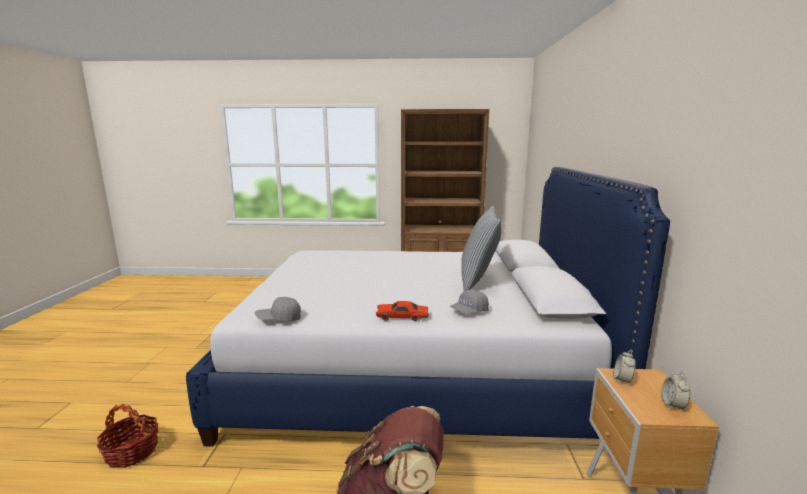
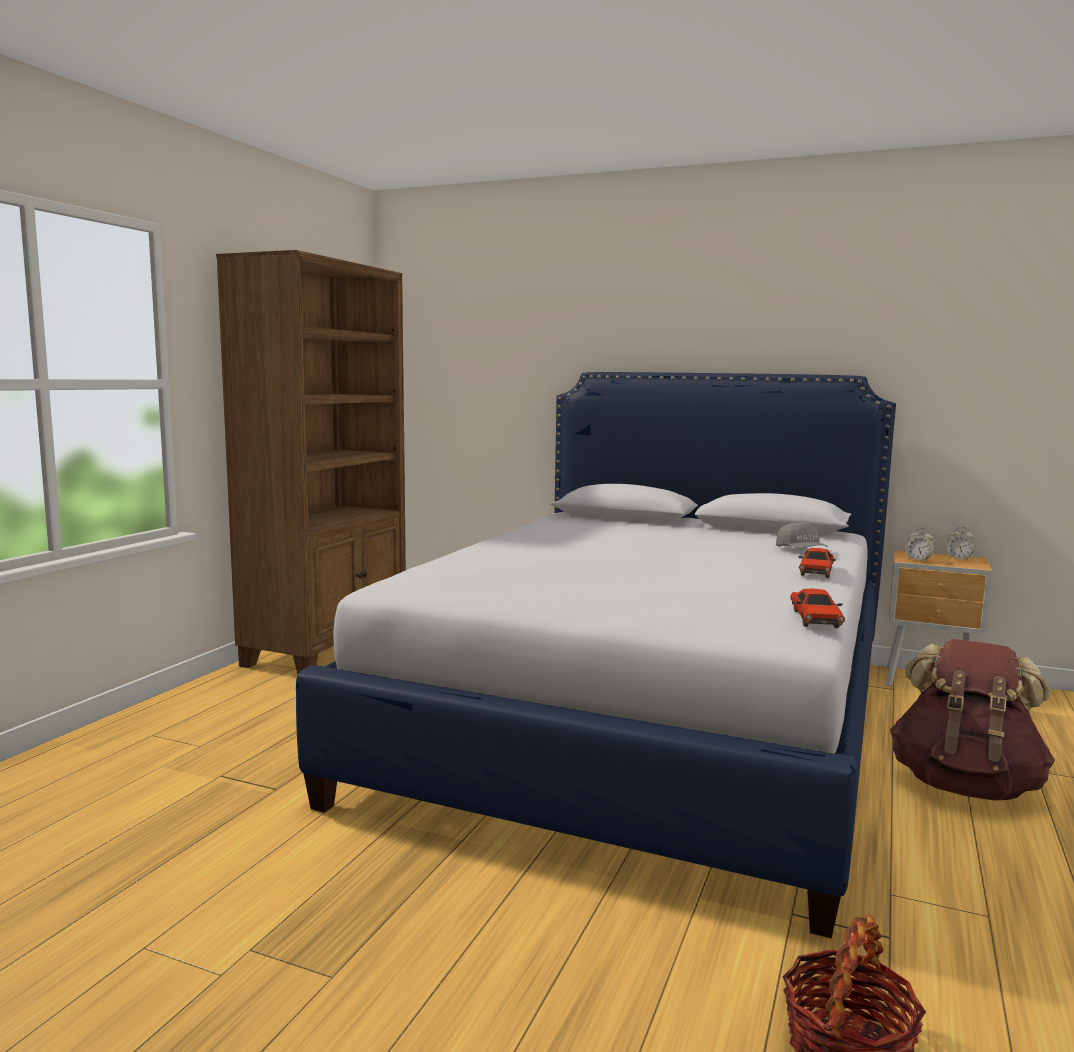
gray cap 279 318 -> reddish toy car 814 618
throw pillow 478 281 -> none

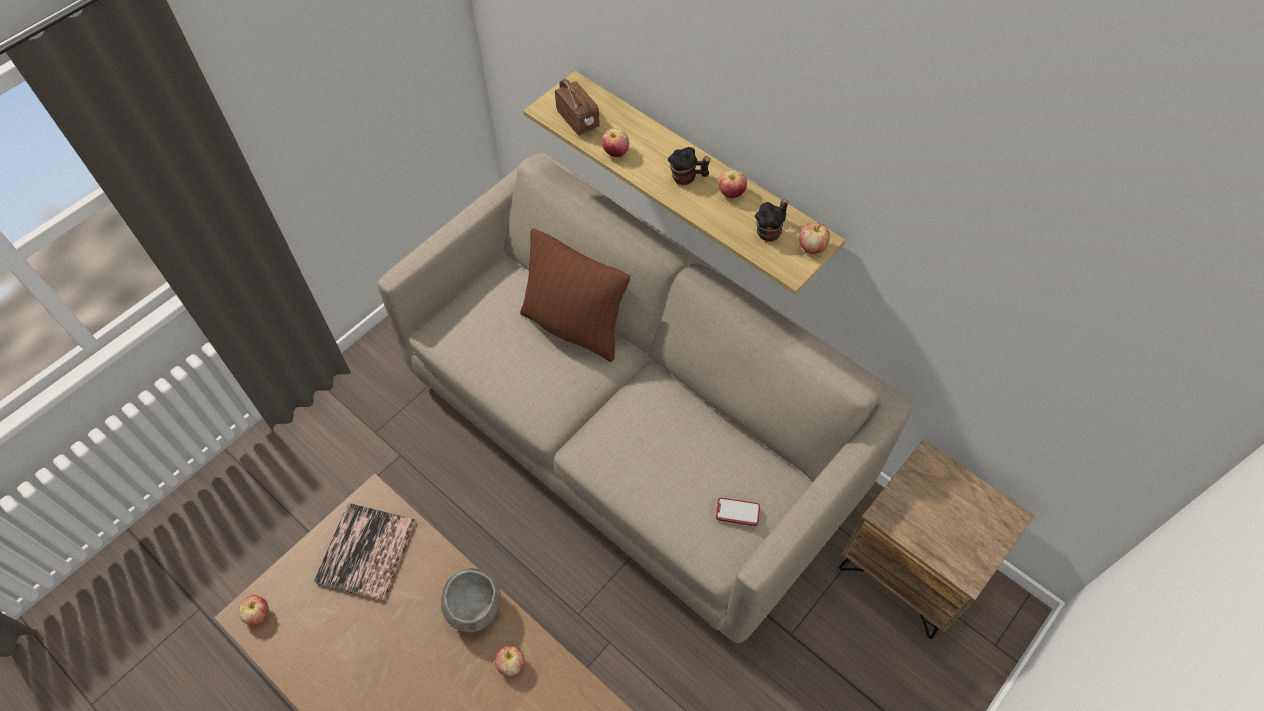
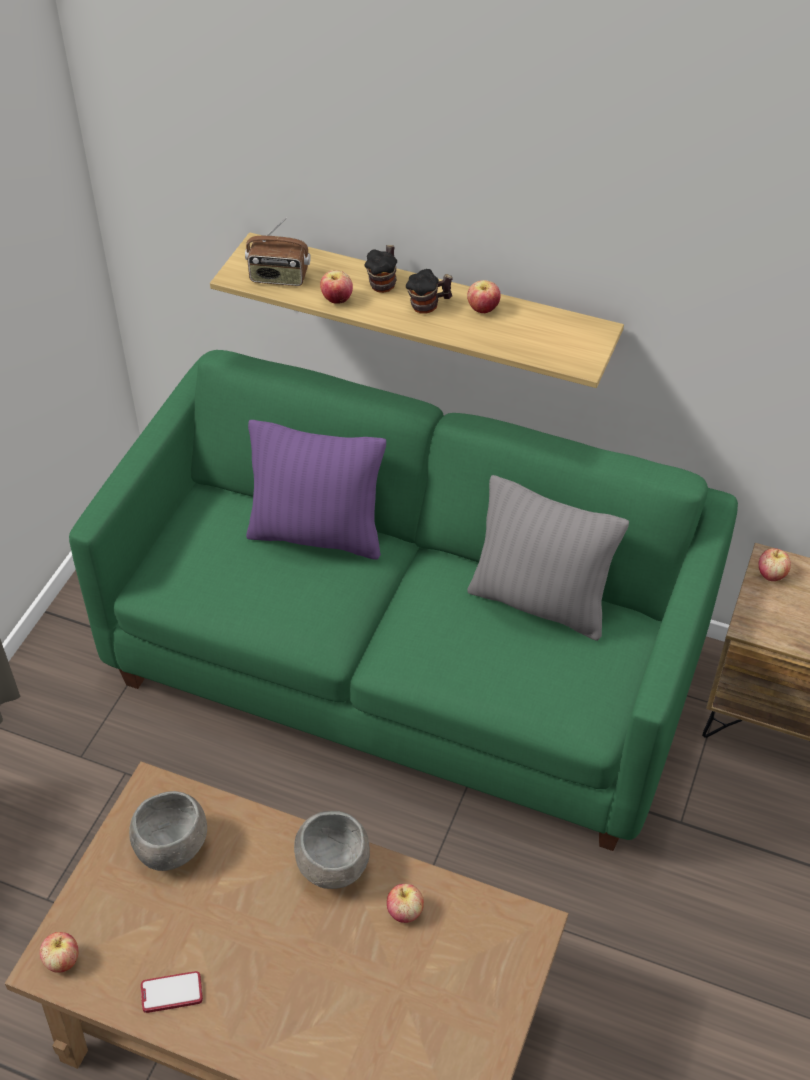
beige-coloured settee 634 434 -> green-coloured settee 407 666
bound book 367 552 -> gray serving bowl 171 848
phone 737 512 -> phone 172 993, moved
radio set 578 120 -> radio set 279 278, 150 degrees clockwise
brown throw pillow 574 326 -> purple-coloured throw pillow 317 535
coffee mug 771 231 -> coffee mug 384 282, moved
none -> gray throw pillow 540 602
apple fruit 811 247 -> apple fruit 771 574, moved

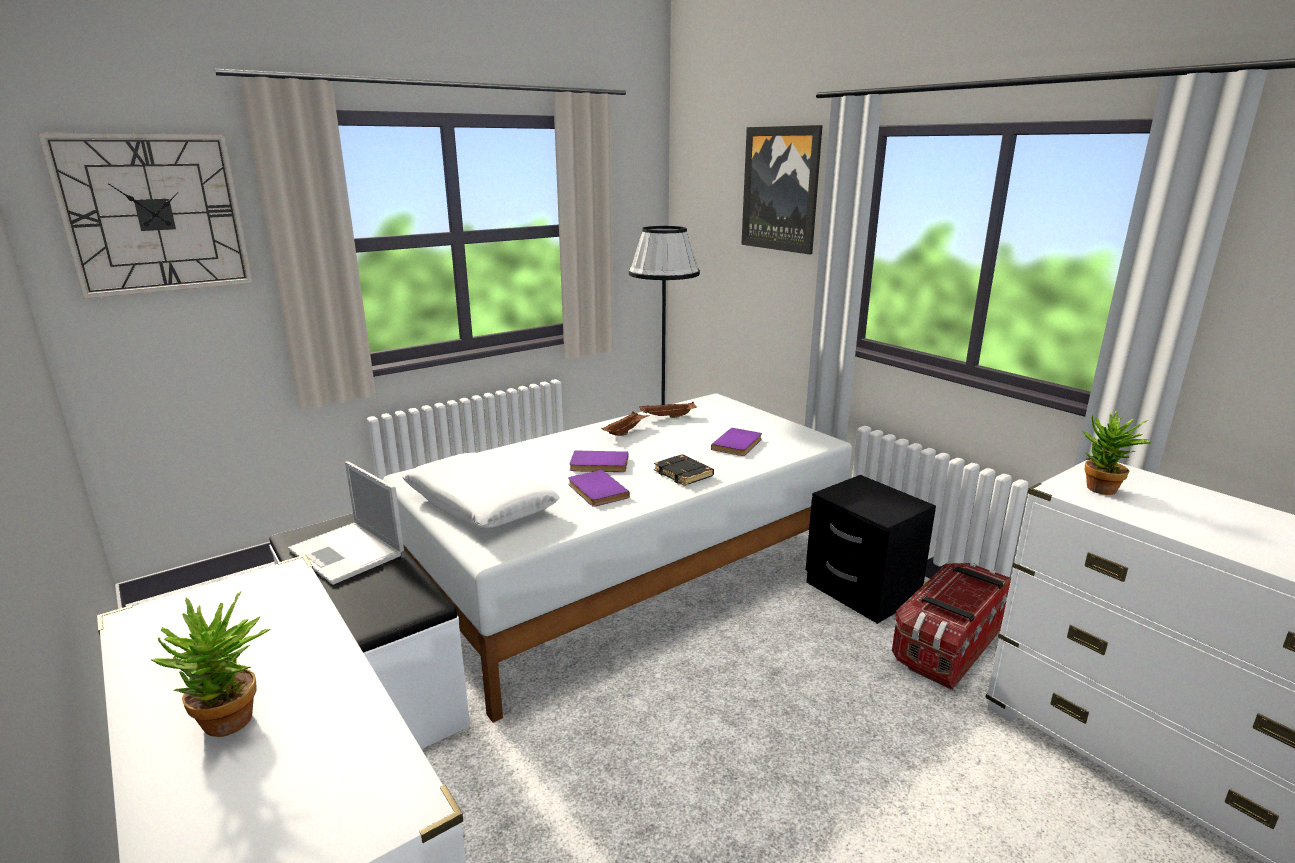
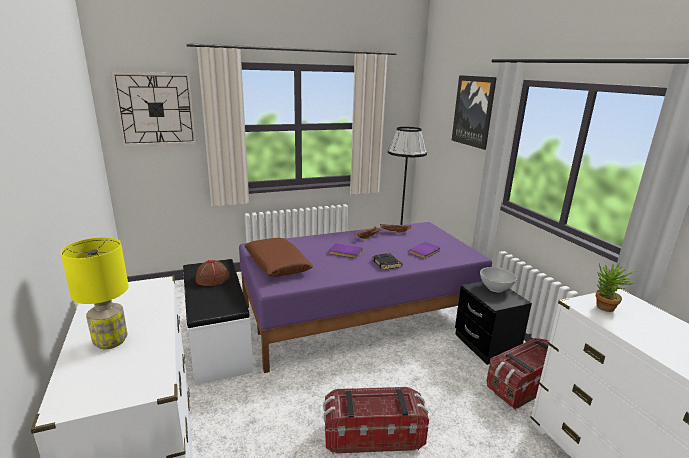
houseplant 232 726 -> yellow-coloured lamp for a table 110 342
laptop 348 553 -> brown hat 212 278
white bed 633 577 -> purple-coloured bed 361 315
white throw pillow 480 504 -> brown throw pillow 277 264
none -> storage bin 372 434
none -> white serving bowl 495 288
purple-coloured bound book 595 491 -> none

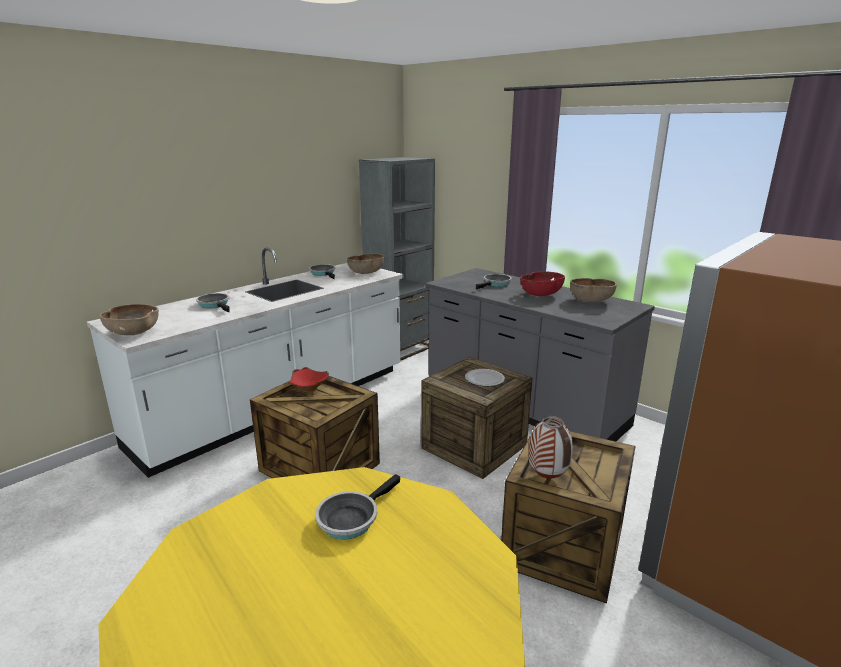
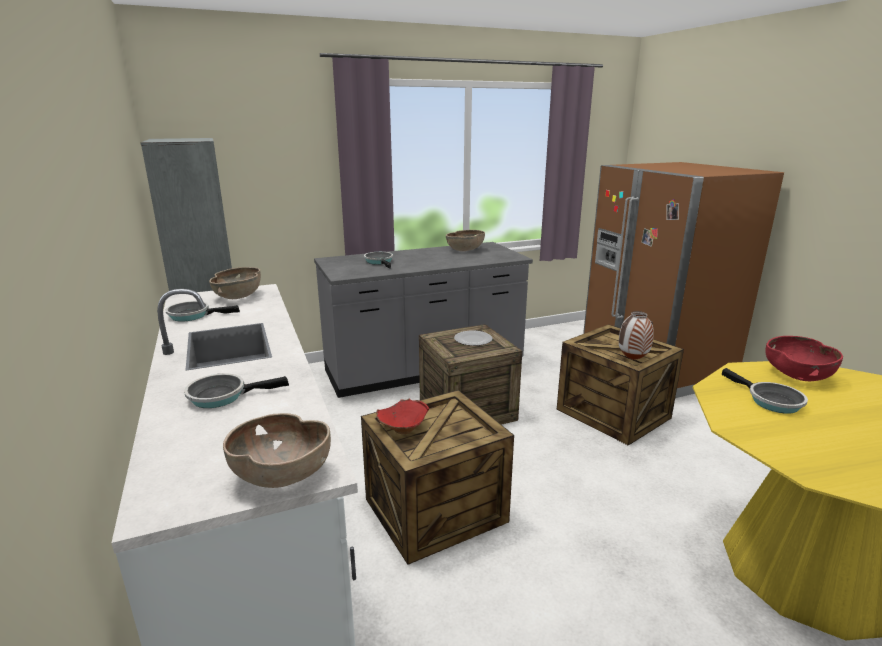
reddish serving bowl 541 295 -> reddish serving bowl 797 375, moved

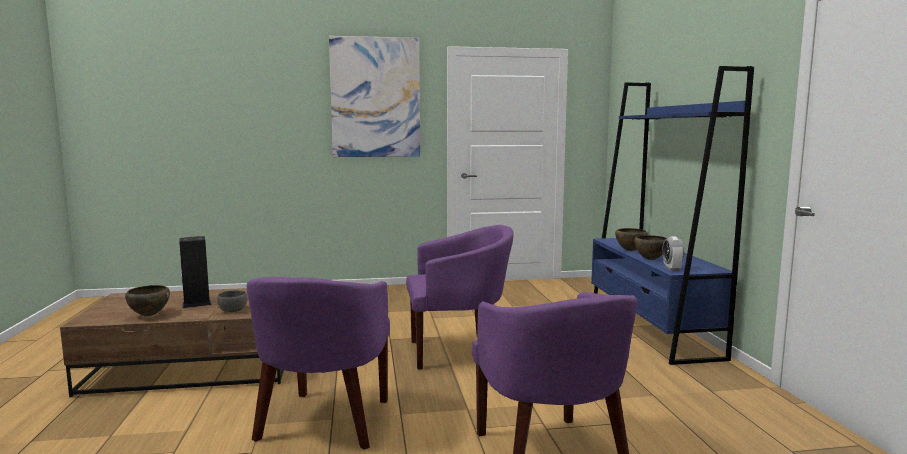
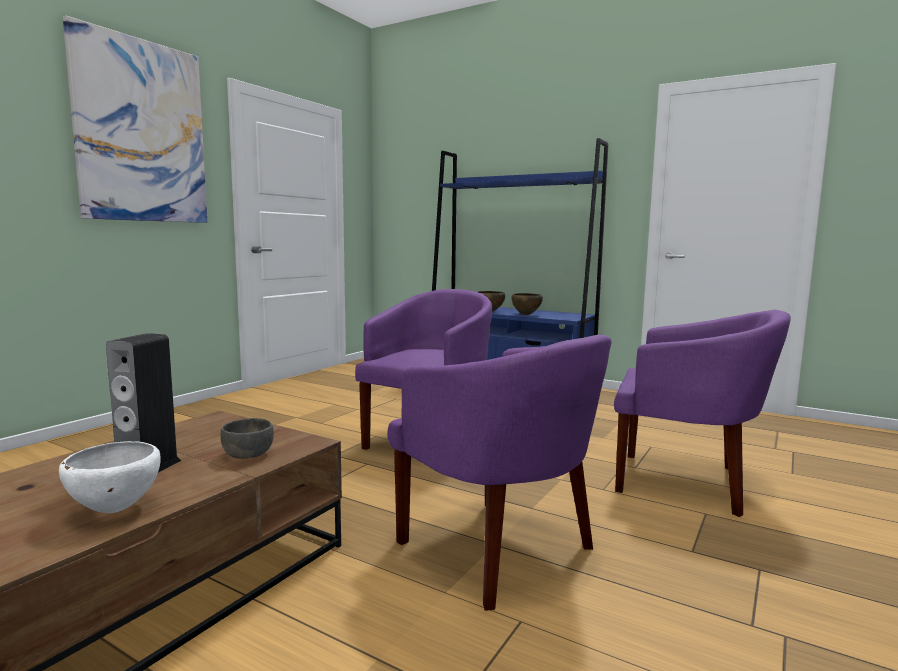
brown serving bowl 149 315 -> white serving bowl 114 510
table clock 672 268 -> none

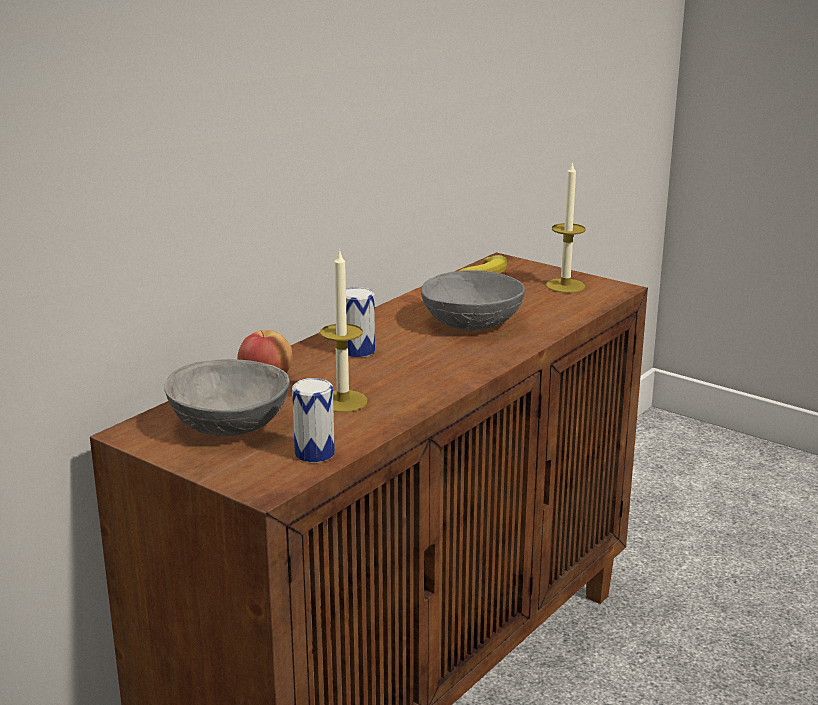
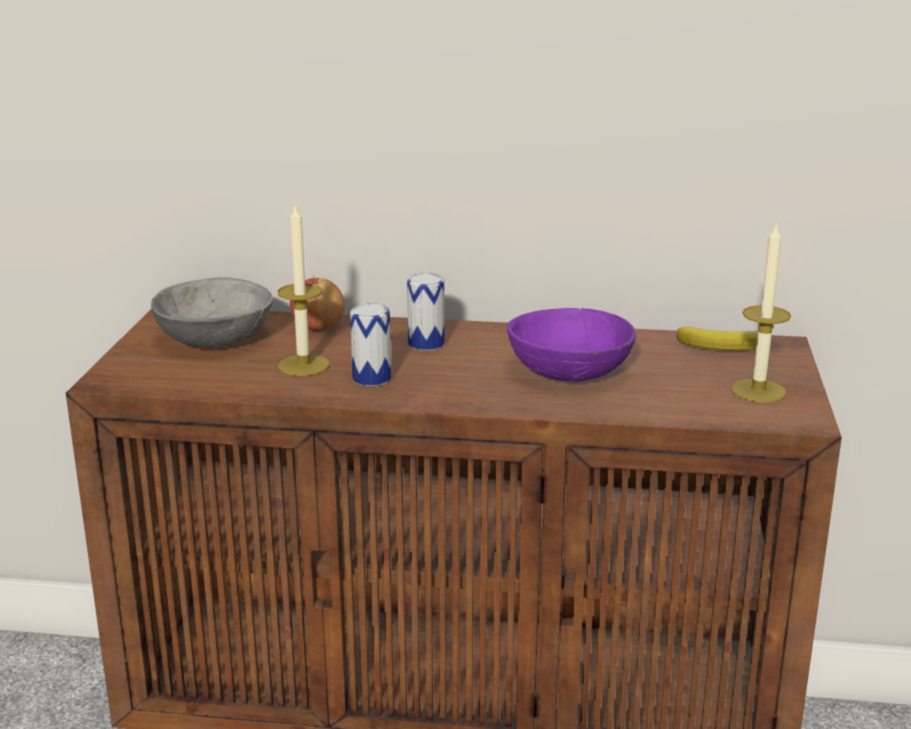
sealed can 314 453 -> sealed can 371 378, moved
gray serving bowl 473 322 -> purple-coloured serving bowl 570 372

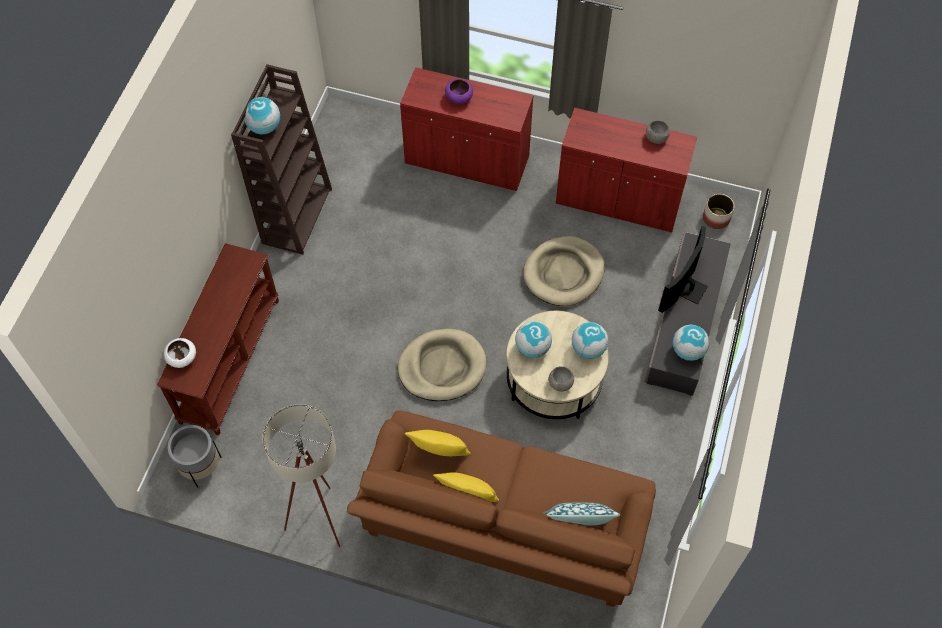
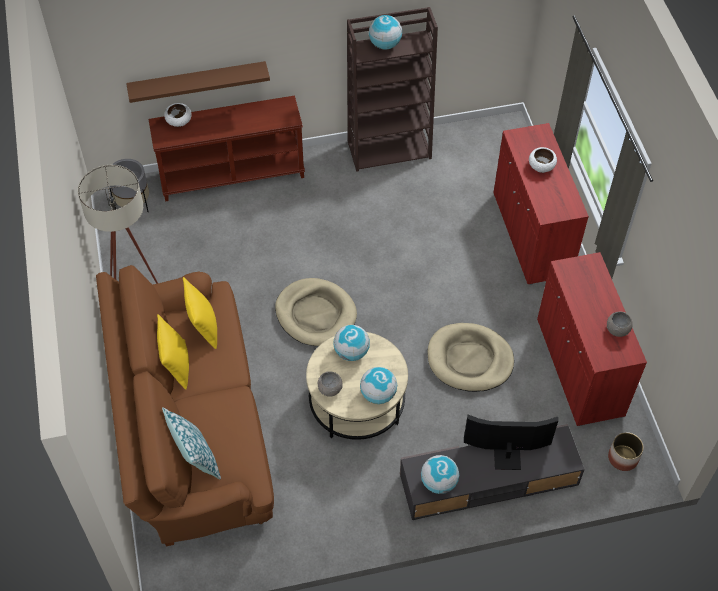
none -> brown bracket shelf 197 81
purple-coloured serving bowl 459 97 -> white serving bowl 541 166

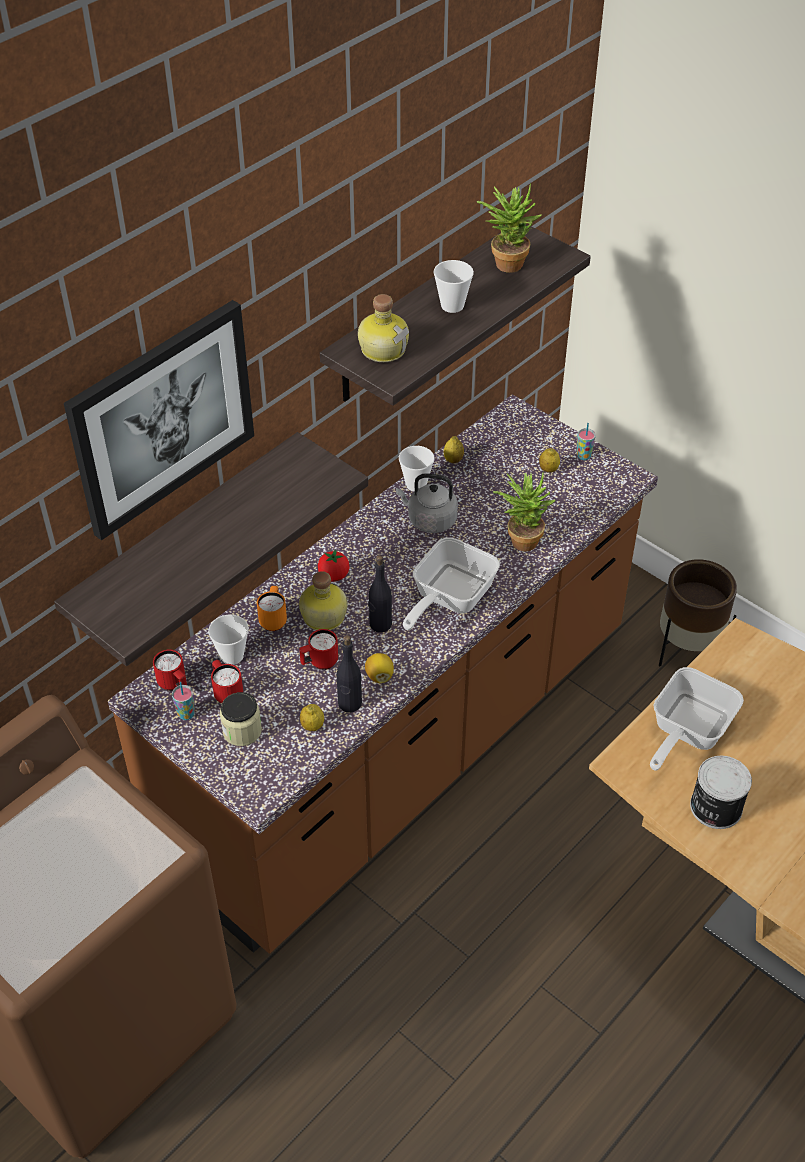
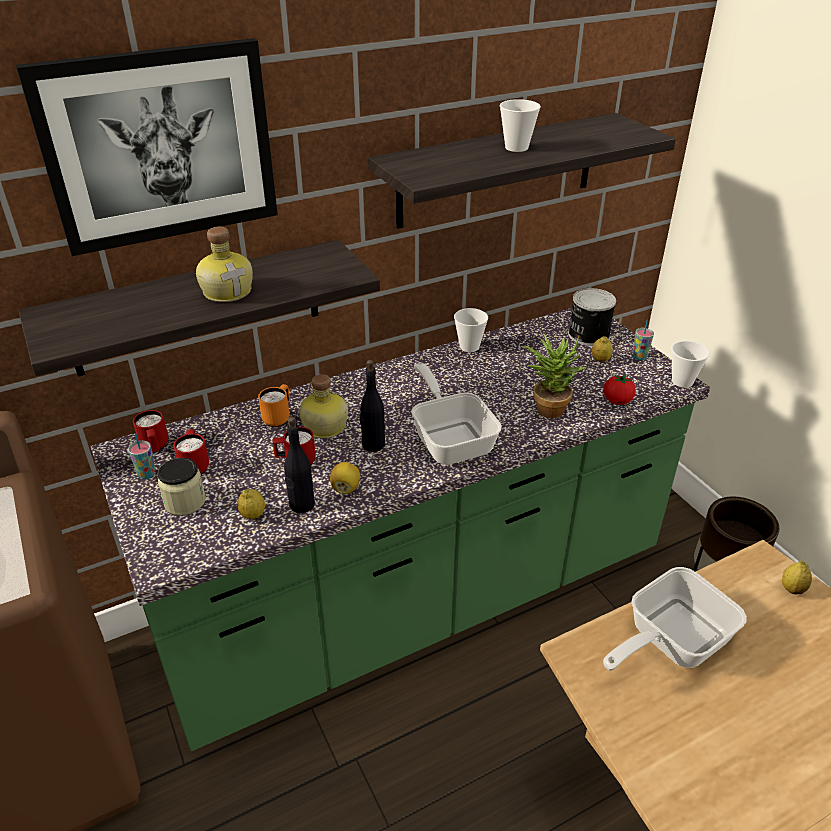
brown kitchen counter 402 747 -> green-coloured kitchen counter 415 600
bottle 383 348 -> bottle 228 291, moved
skillet 448 598 -> skillet 451 438, 105 degrees clockwise
sealed can 714 807 -> sealed can 587 334, moved
fresh tomato 334 576 -> fresh tomato 617 401, moved
cup 232 656 -> cup 682 381, moved
whole lemon 453 460 -> whole lemon 792 589, moved
gray kettle 429 520 -> none
houseplant 506 261 -> none

